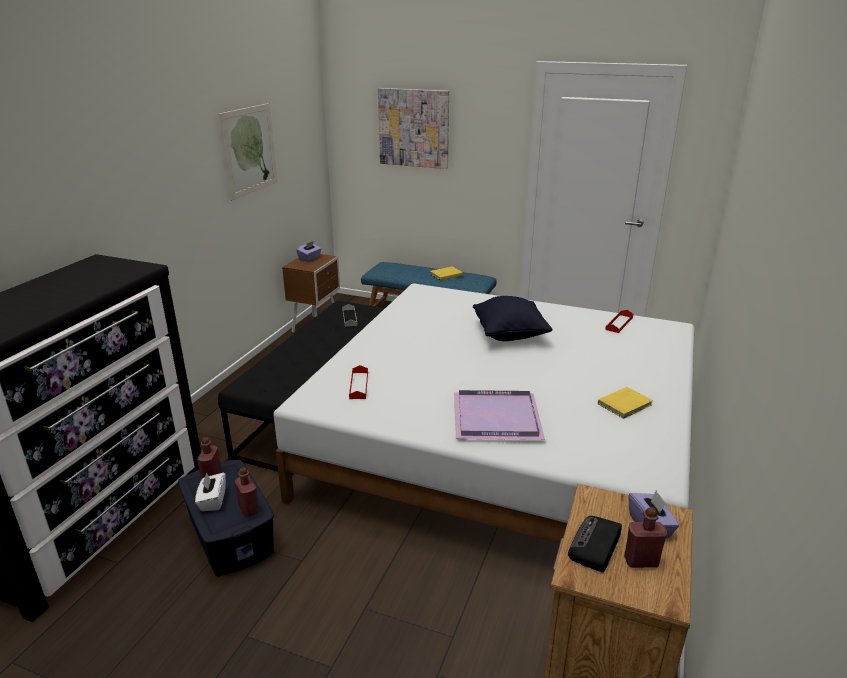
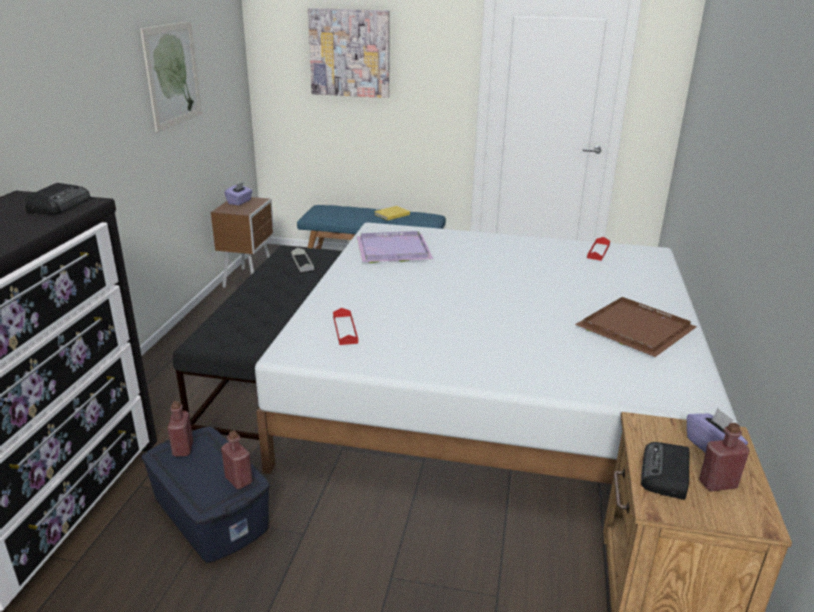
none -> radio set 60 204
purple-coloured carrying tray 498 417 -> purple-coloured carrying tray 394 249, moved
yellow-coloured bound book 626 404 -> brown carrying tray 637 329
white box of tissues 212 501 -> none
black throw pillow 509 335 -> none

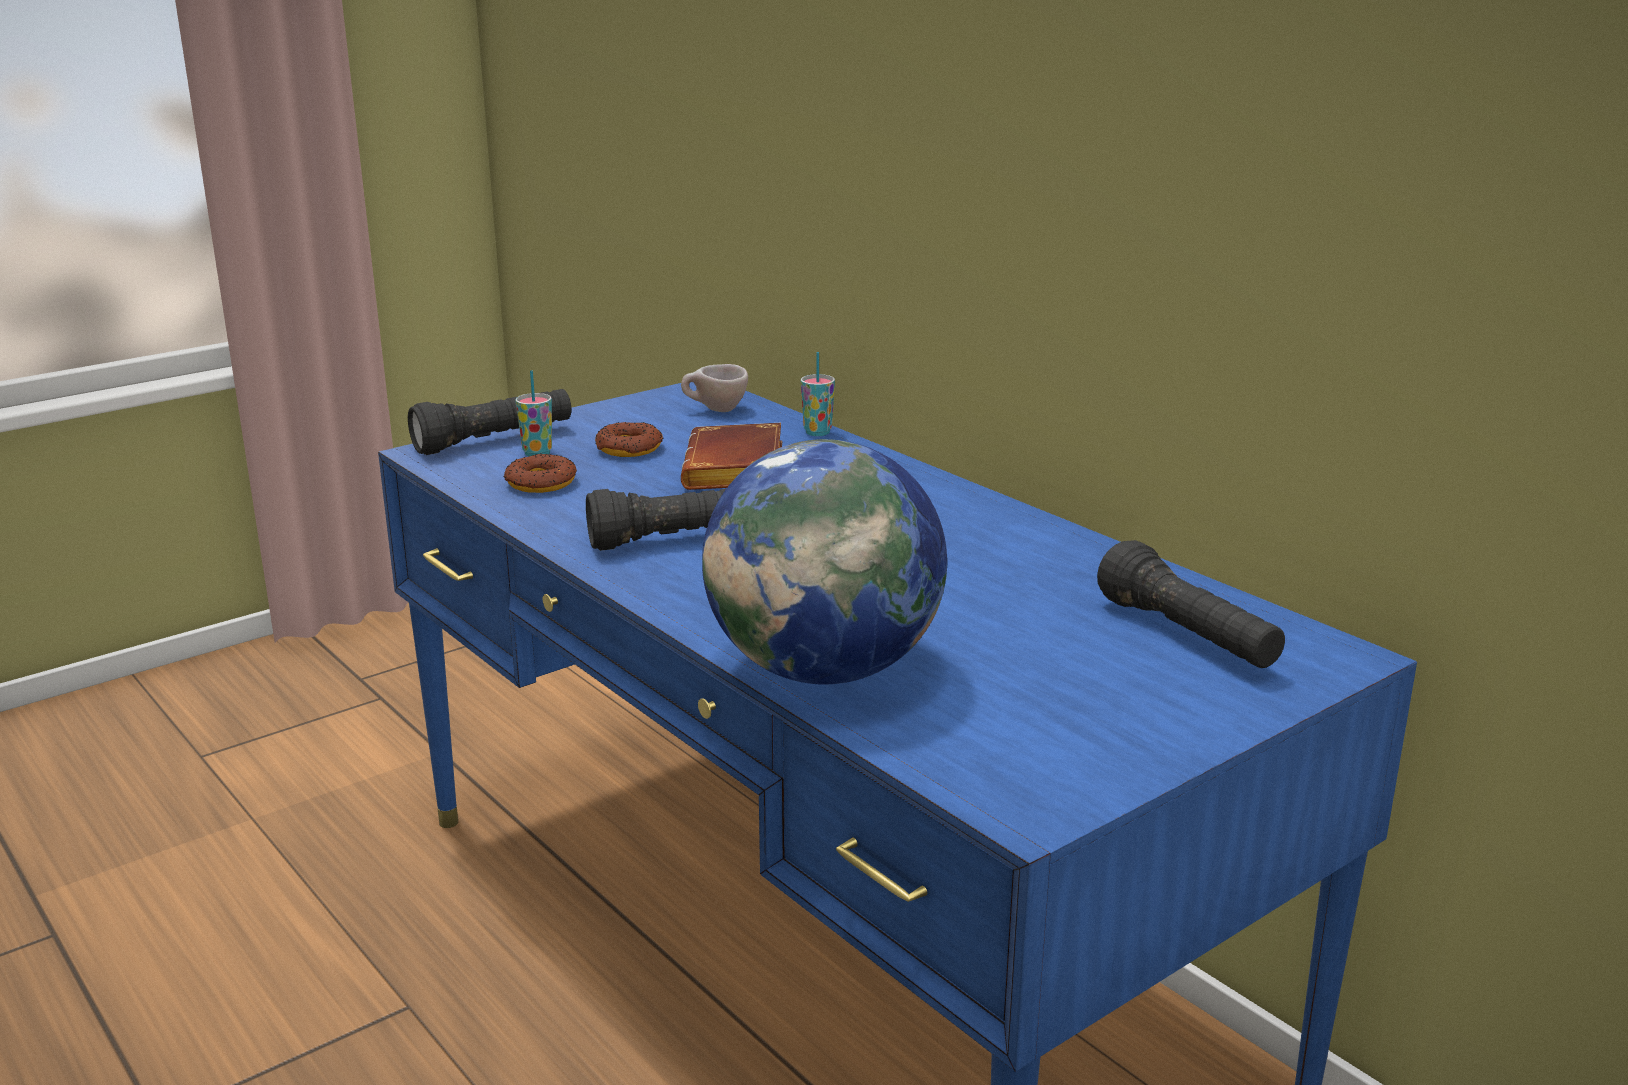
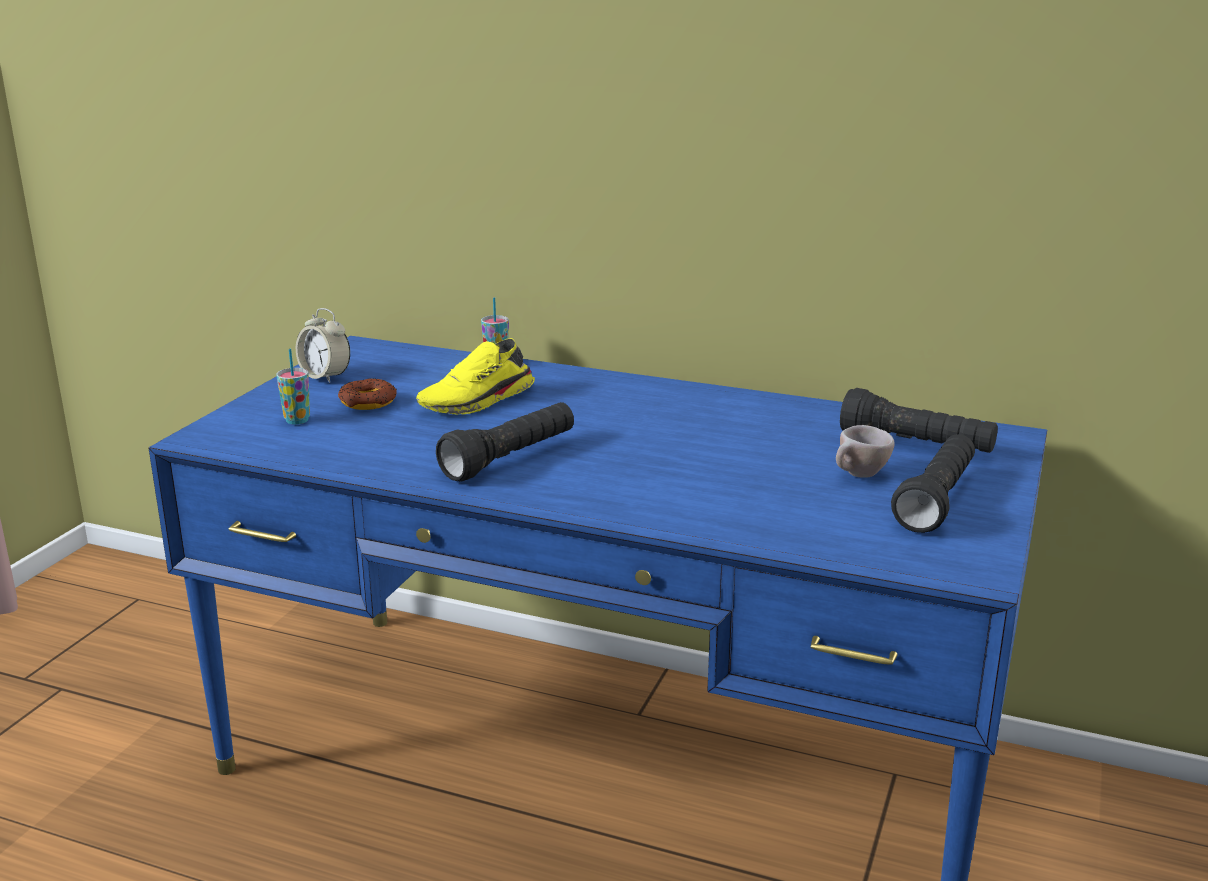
none -> table clock 325 377
brown bound book 738 471 -> yellow-coloured low shoe 478 401
beige-coloured cup 715 410 -> beige-coloured cup 859 476, moved
black hand torch 494 440 -> black hand torch 936 501, moved
doughnut 541 483 -> none
world globe 825 669 -> none

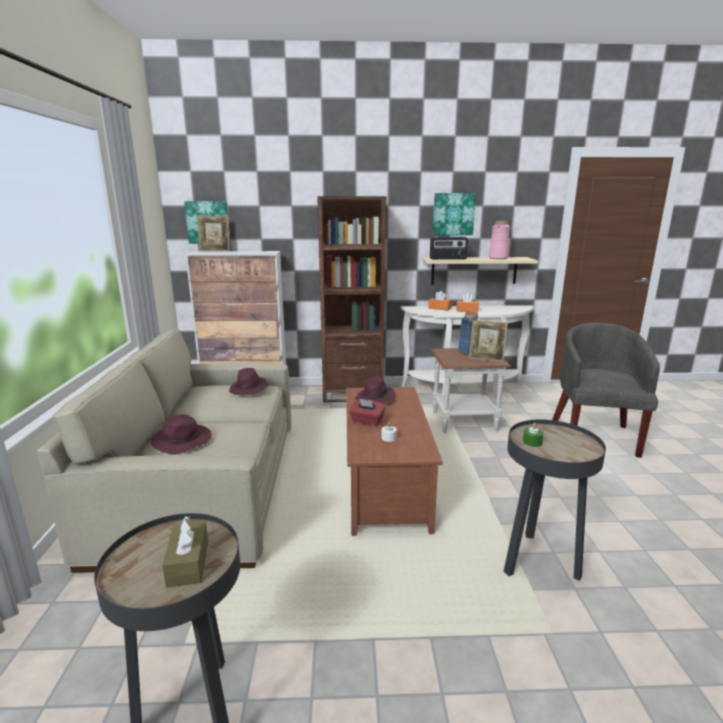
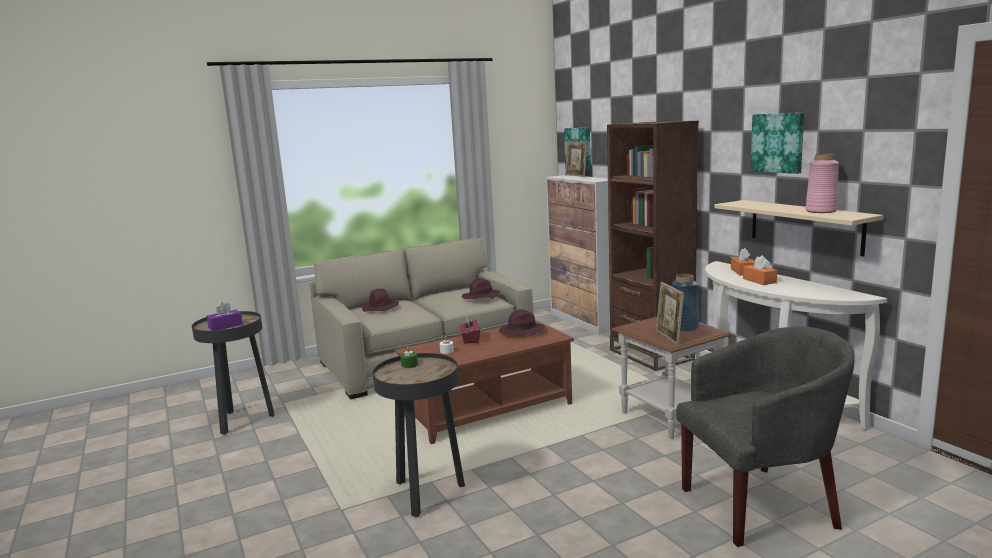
brown box of tissues 188 563 -> purple-coloured box of tissues 225 326
radio set 448 259 -> none

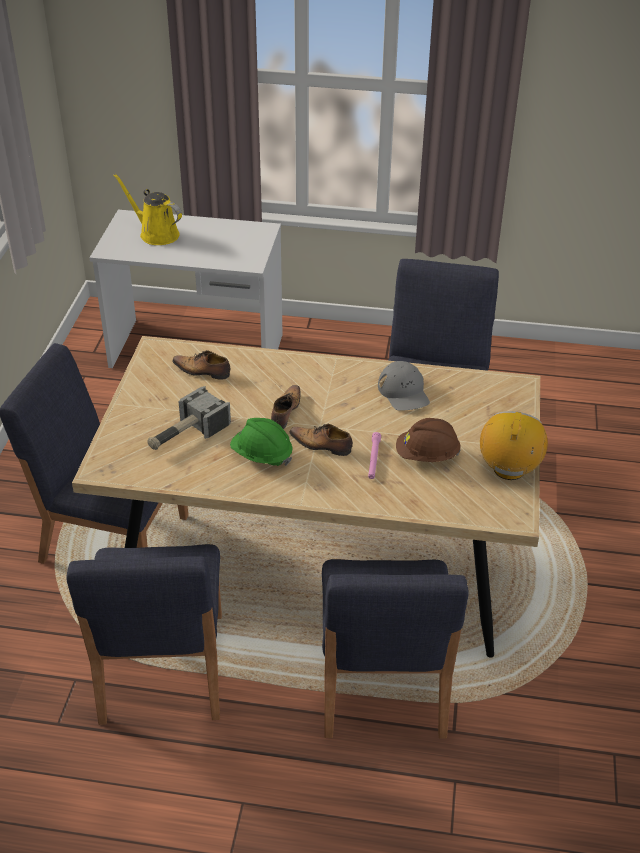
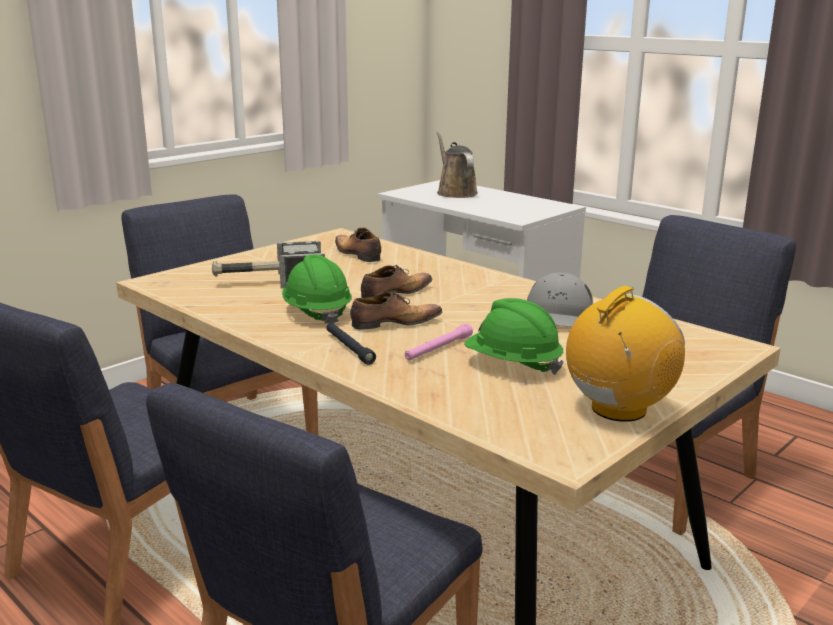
none -> black hand torch 349 348
low shoe 321 445 -> low shoe 394 323, 105 degrees clockwise
yellow-coloured sprinkling can 156 234 -> brown sprinkling can 455 192
brown safety helmet 427 455 -> green-coloured safety helmet 512 365

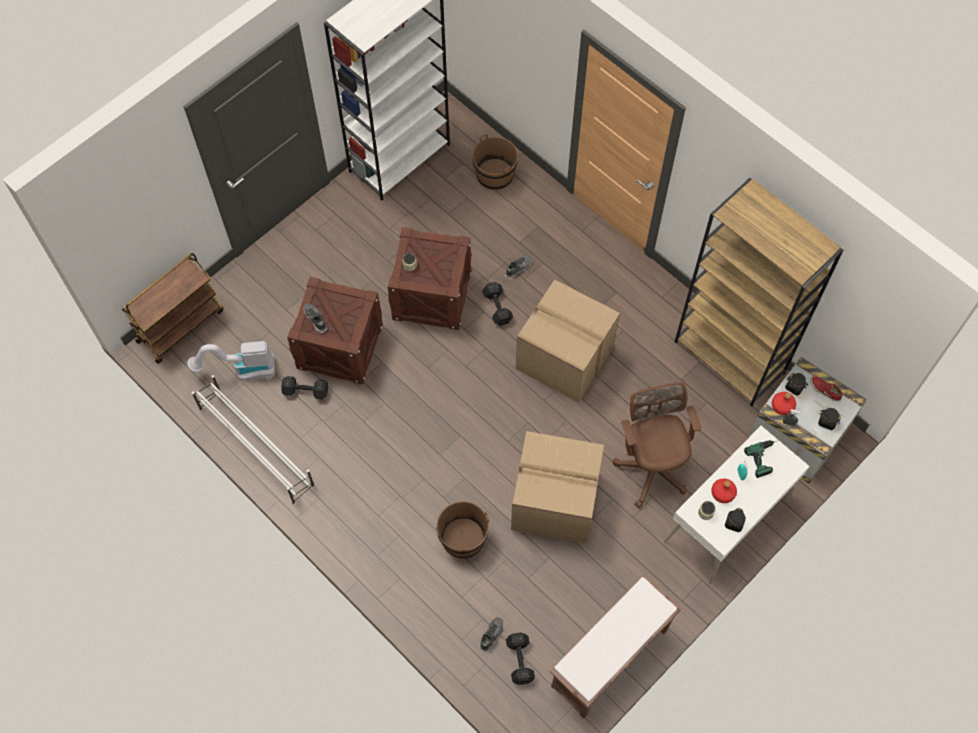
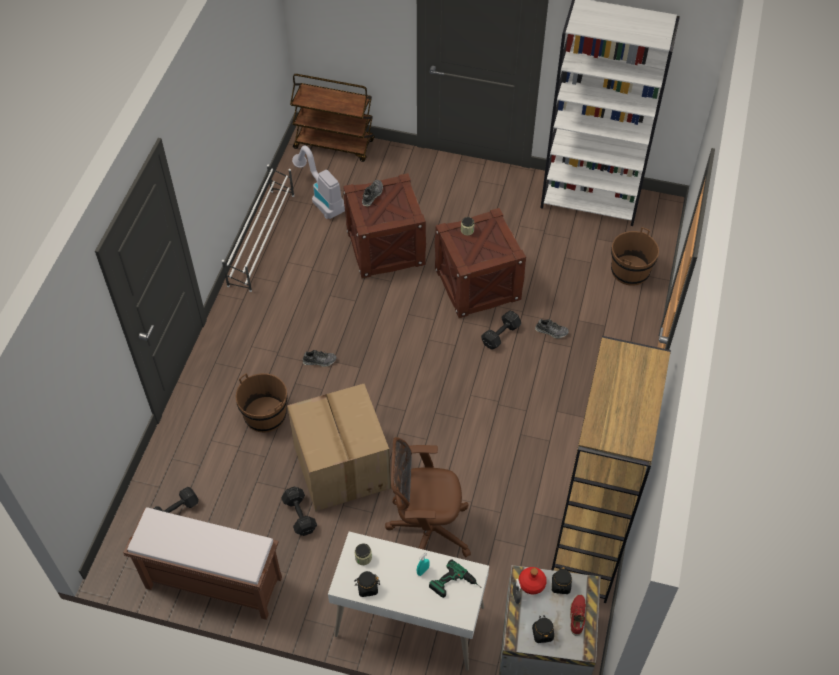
black hand weight 305 391 -> black hand weight 299 514, moved
low shoe 491 635 -> low shoe 319 361, moved
brown computer chair 651 465 -> brown computer chair 426 529, 135 degrees counterclockwise
cardboard box 563 358 -> none
reddish bottle 722 492 -> none

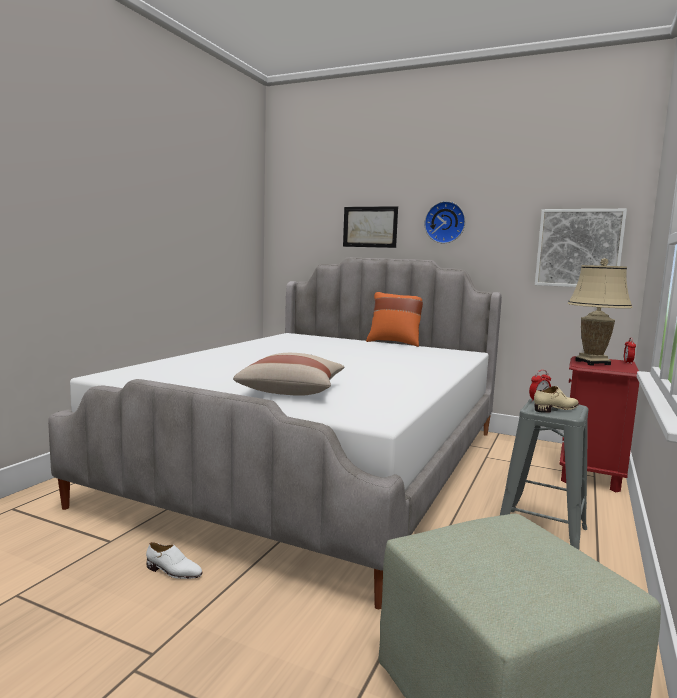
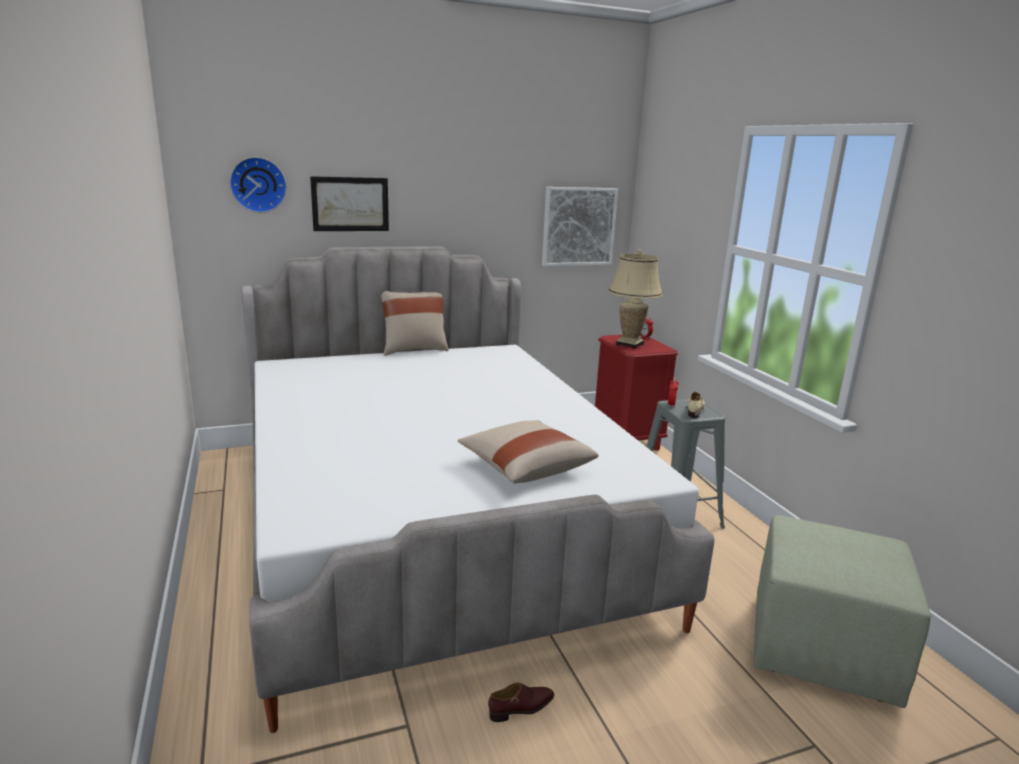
hanging clock 445 222 -> hanging clock 258 184, moved
orangey throw pillow 395 343 -> beige-coloured throw pillow 414 350
white low shoe 173 571 -> brown low shoe 521 708

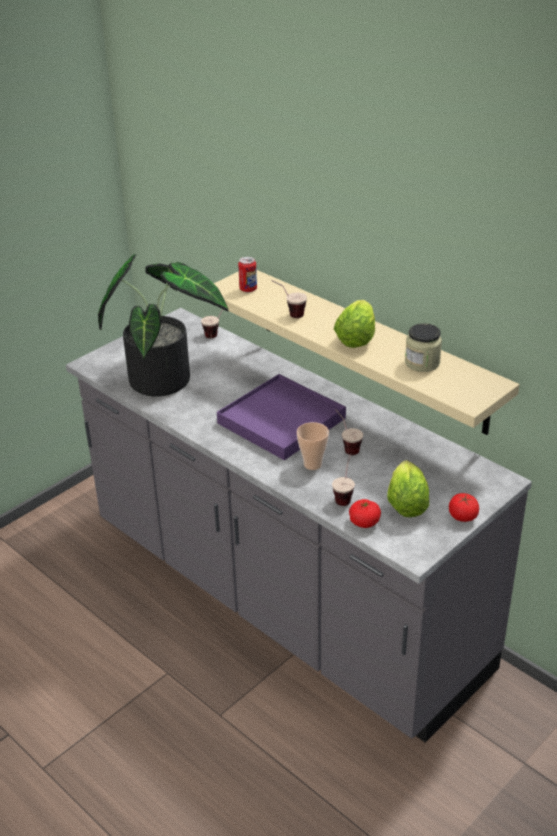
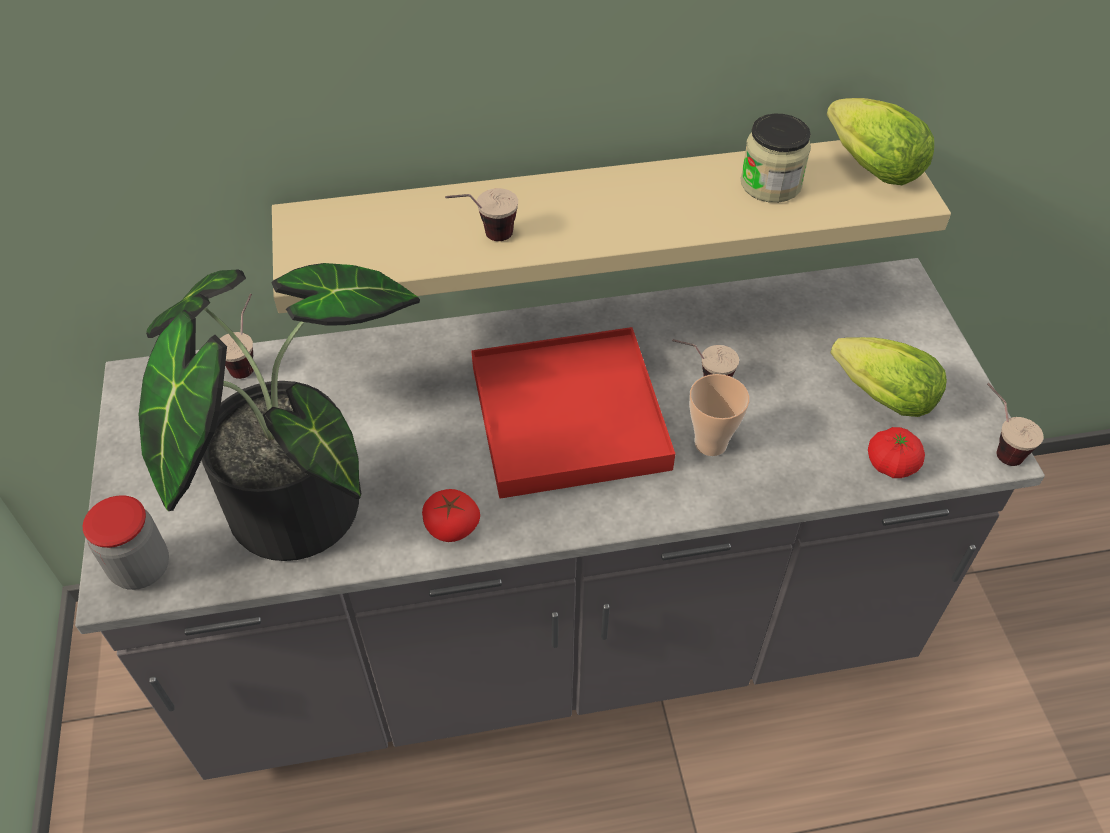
none -> jar 141 568
fresh tomato 462 516 -> fresh tomato 452 526, moved
purple-coloured carrying tray 281 420 -> reddish carrying tray 568 416
lettuce 357 337 -> lettuce 867 165, moved
cup 345 495 -> cup 996 446, moved
sealed can 248 289 -> none

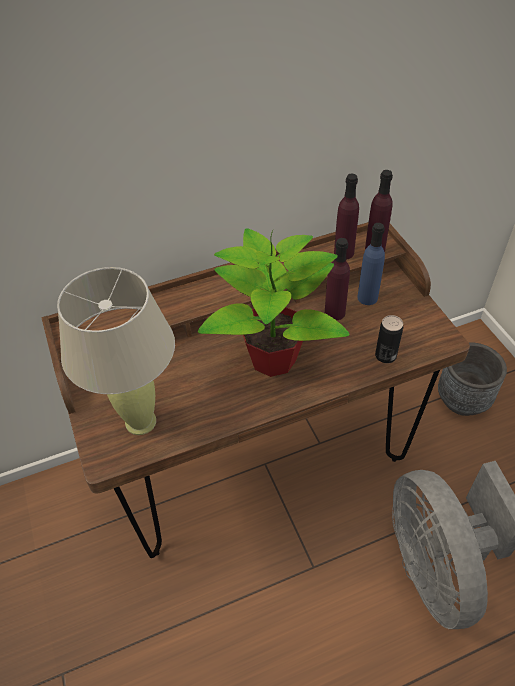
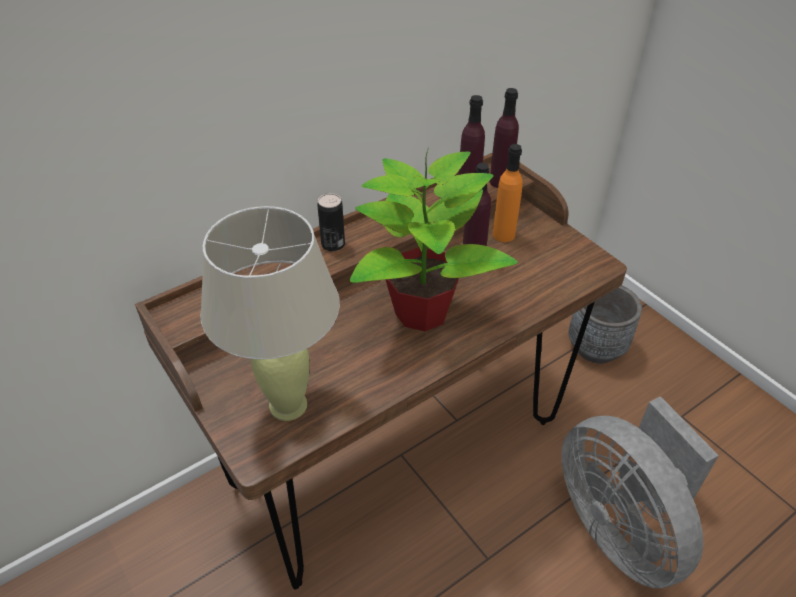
sealed can 385 355 -> sealed can 333 244, moved
blue-coloured bottle 367 297 -> orangey bottle 503 234

